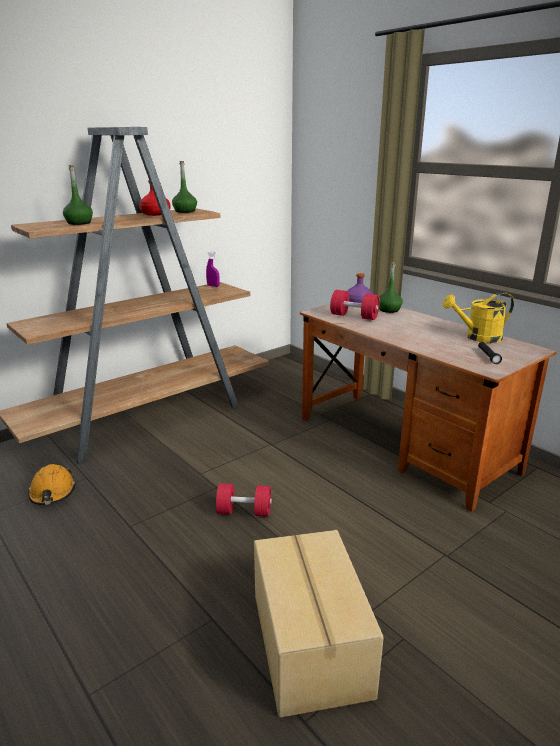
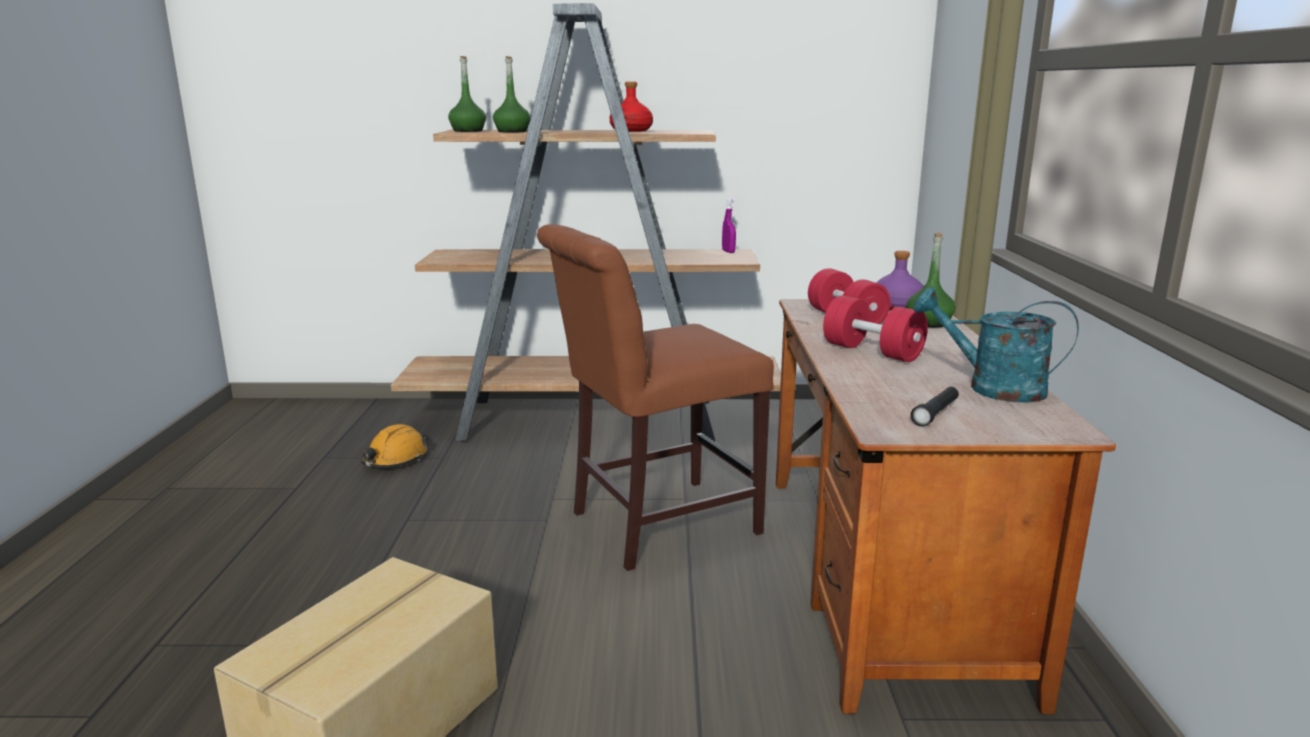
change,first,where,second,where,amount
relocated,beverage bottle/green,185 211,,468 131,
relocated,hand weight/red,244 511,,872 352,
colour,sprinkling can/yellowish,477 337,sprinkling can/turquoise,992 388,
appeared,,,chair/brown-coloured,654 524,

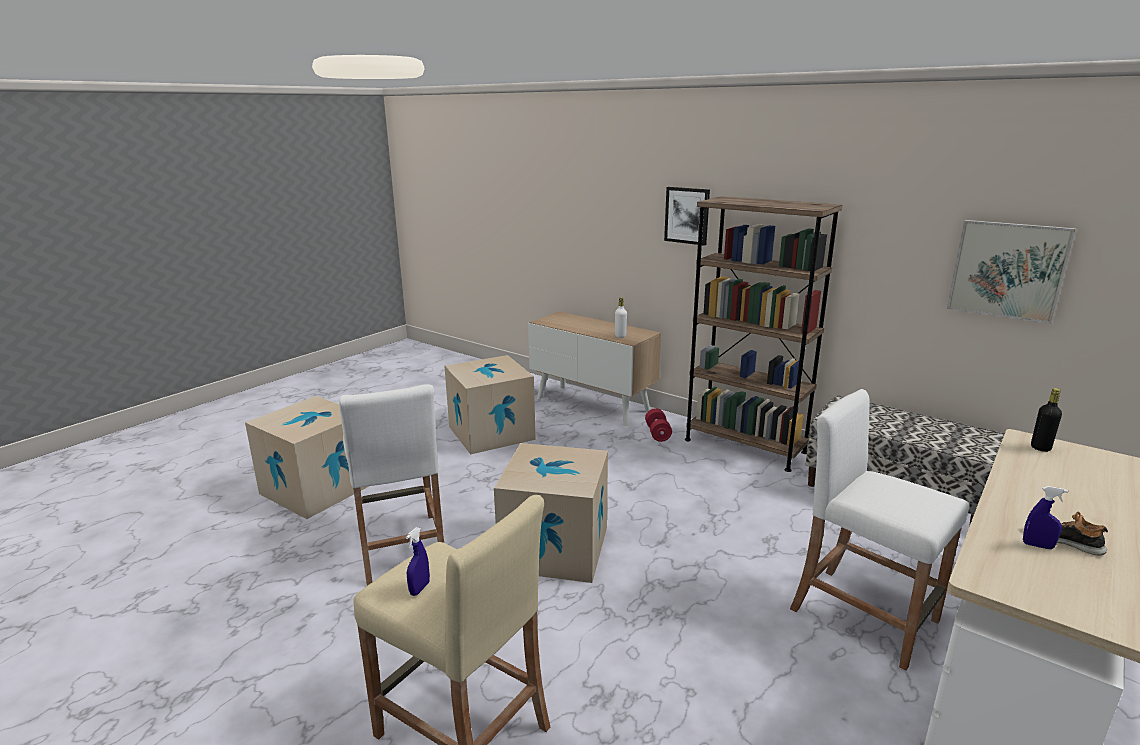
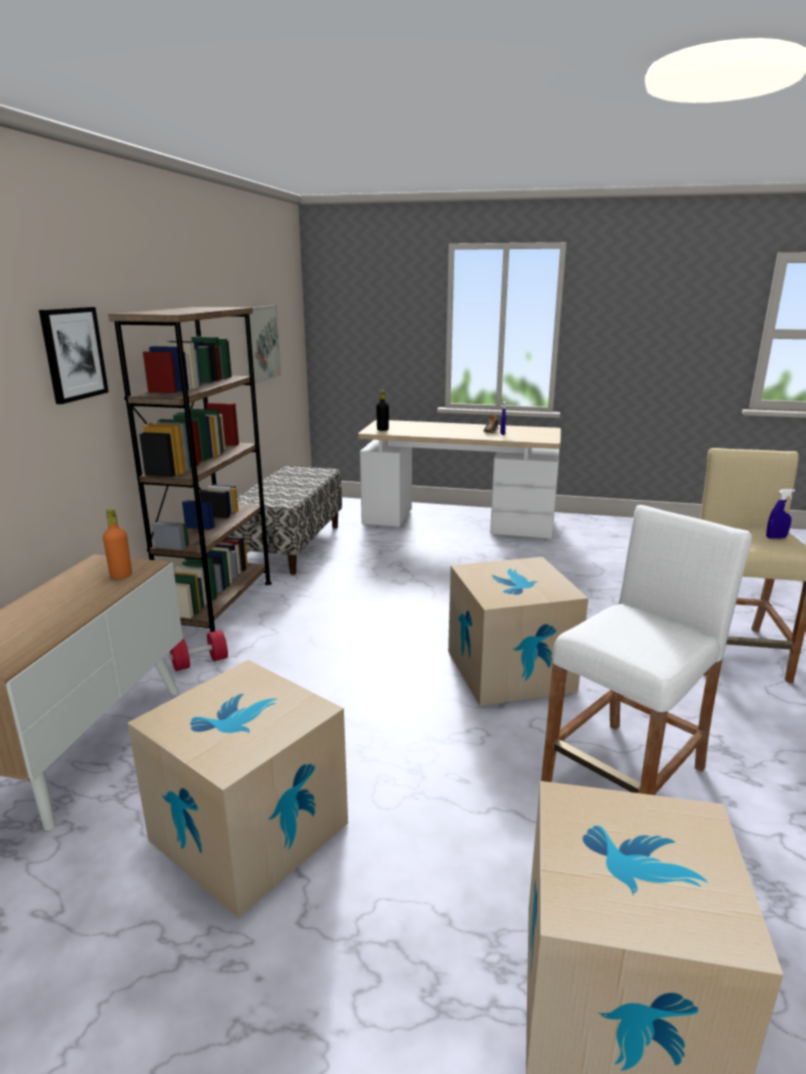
change,first,where,second,where,amount
colour,beverage bottle/white-coloured,620 336,beverage bottle/orange,121 575,
missing,stool seat/white-coloured,863 615,,,

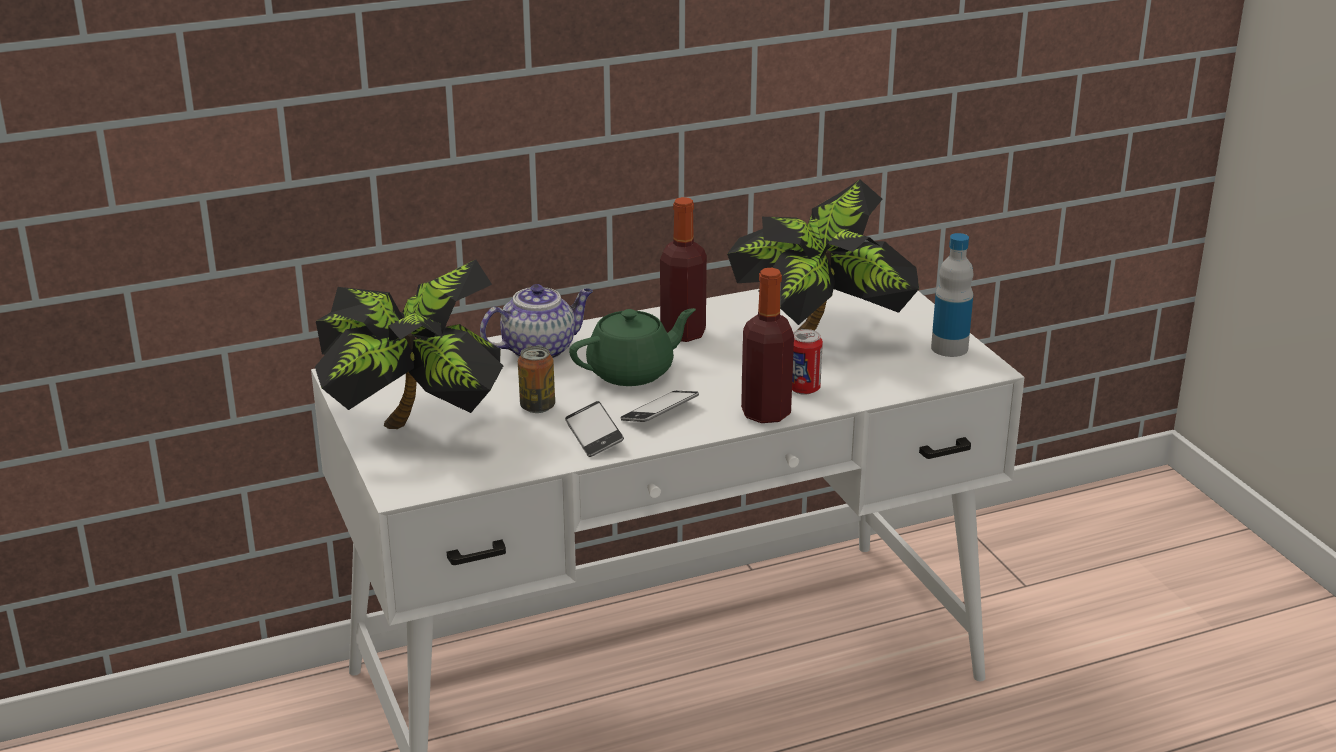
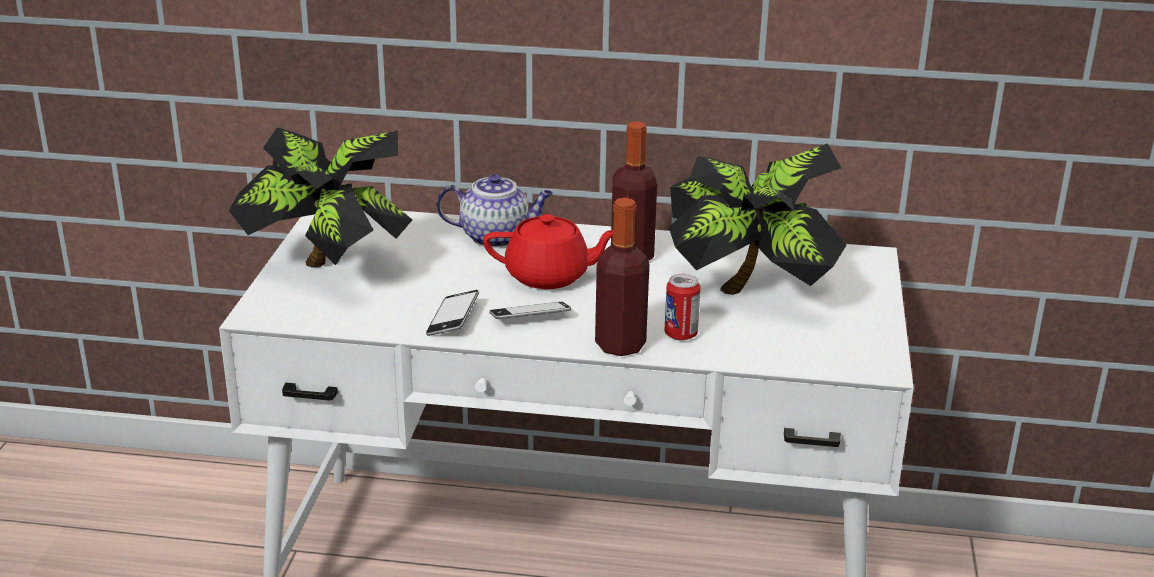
change,first,where,second,where,amount
missing,can,537 406,,,
colour,tea pot/green,632 372,tea pot/red,549 276,
missing,beverage bottle,949 348,,,

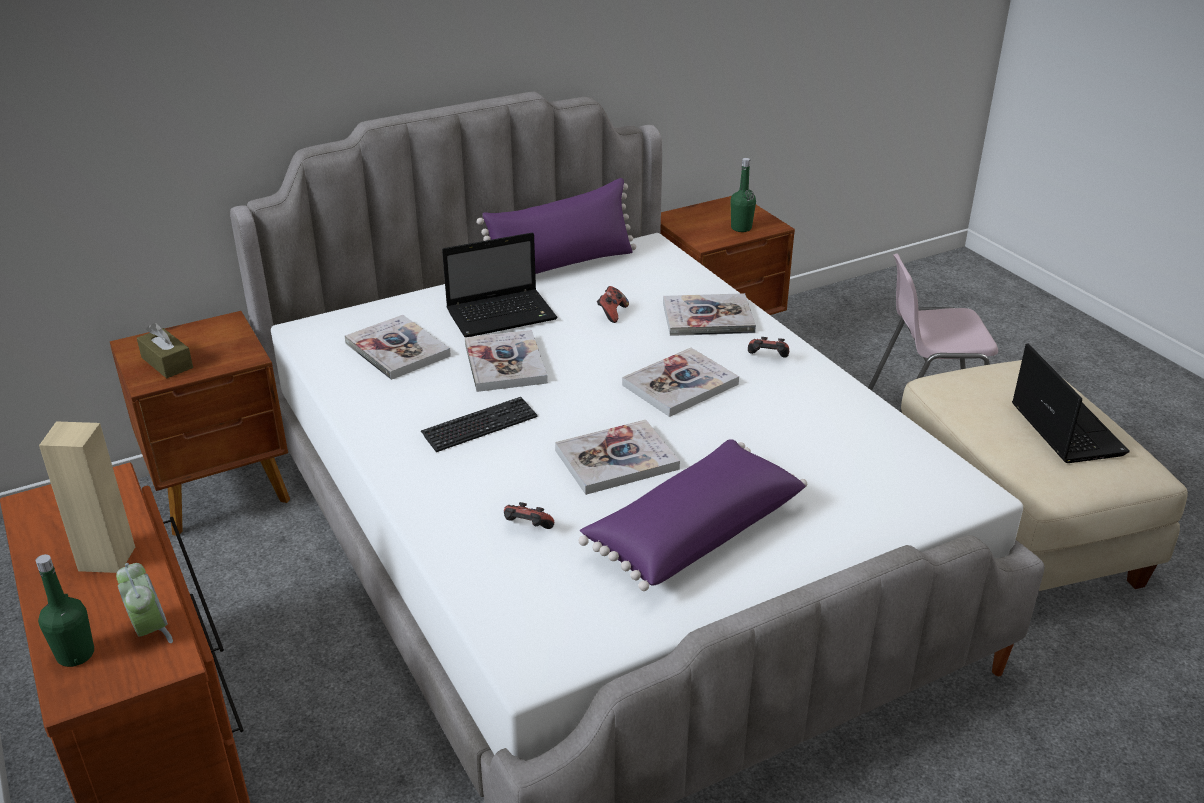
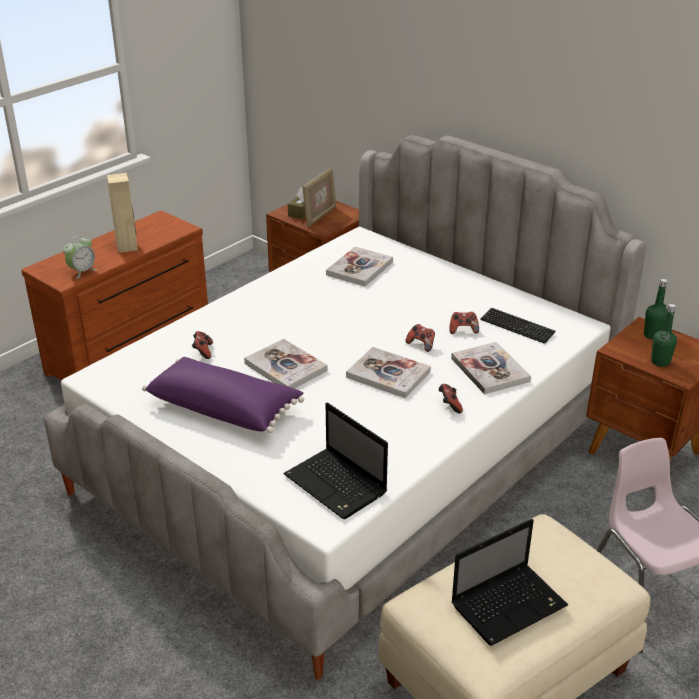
change,first,where,second,where,amount
relocated,beverage bottle/green,75 654,,652 335,
relocated,computer keyboard,480 426,,517 327,
relocated,laptop,503 315,,337 485,
missing,book,505 363,,,
missing,cushion/purplish,562 265,,,
appeared,,,photo frame,320 216,
appeared,,,gamepad,421 345,

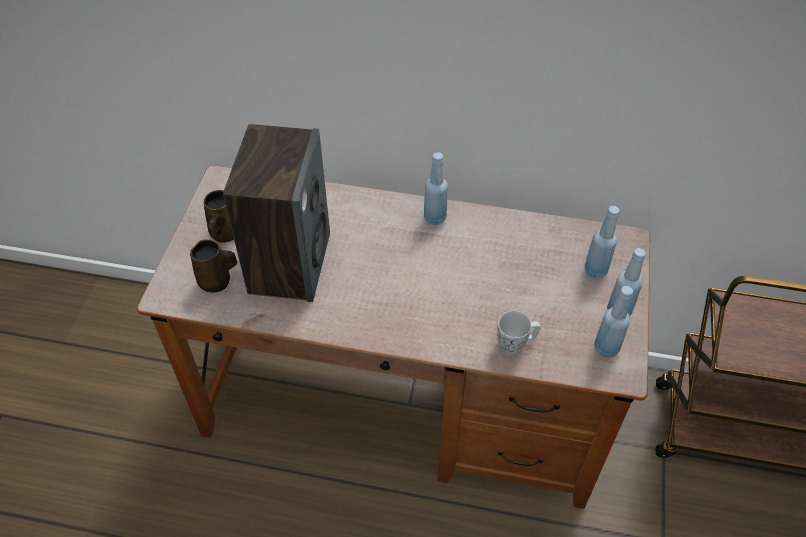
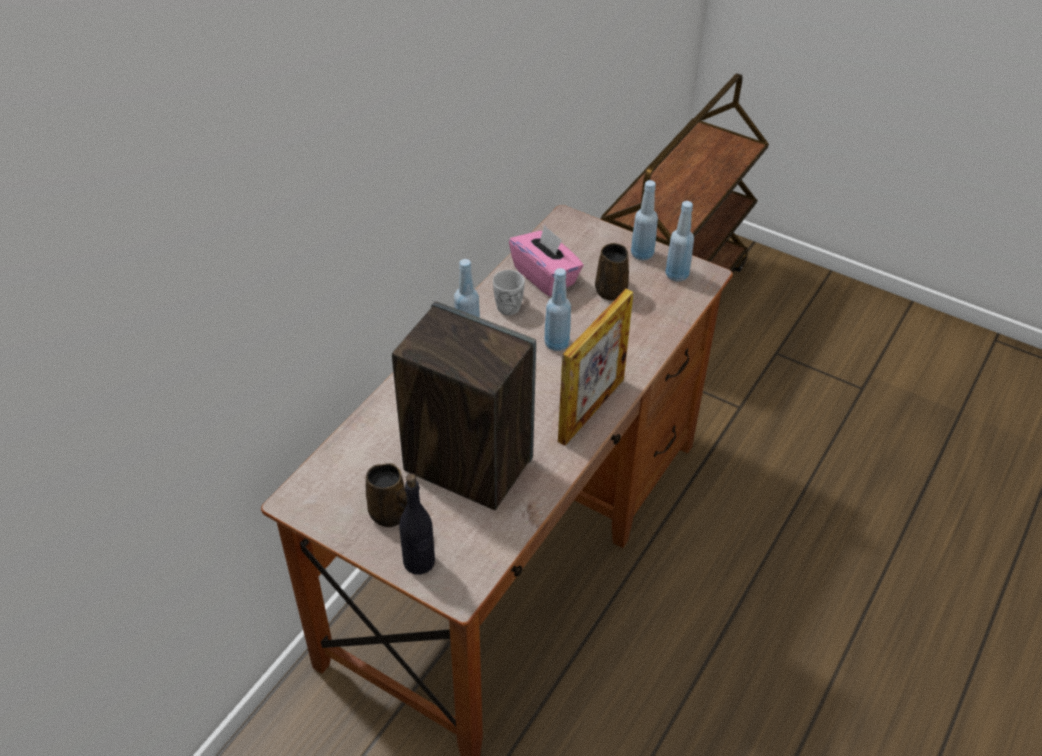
change,first,where,second,where,amount
relocated,coffee mug/brown-coloured,217 282,,611 289,
relocated,coffee mug/white-coloured,516 344,,509 304,
relocated,beverage bottle/bluish,595 270,,556 343,
appeared,,,beverage bottle/black-coloured,419 562,
appeared,,,tissue holder/pink,545 276,
appeared,,,photo frame,591 410,

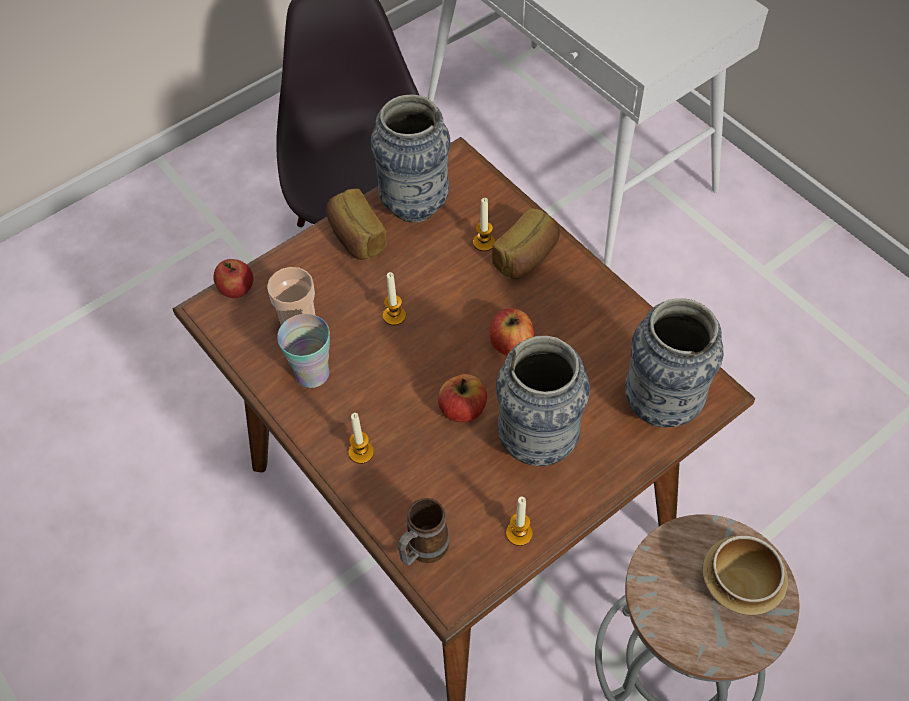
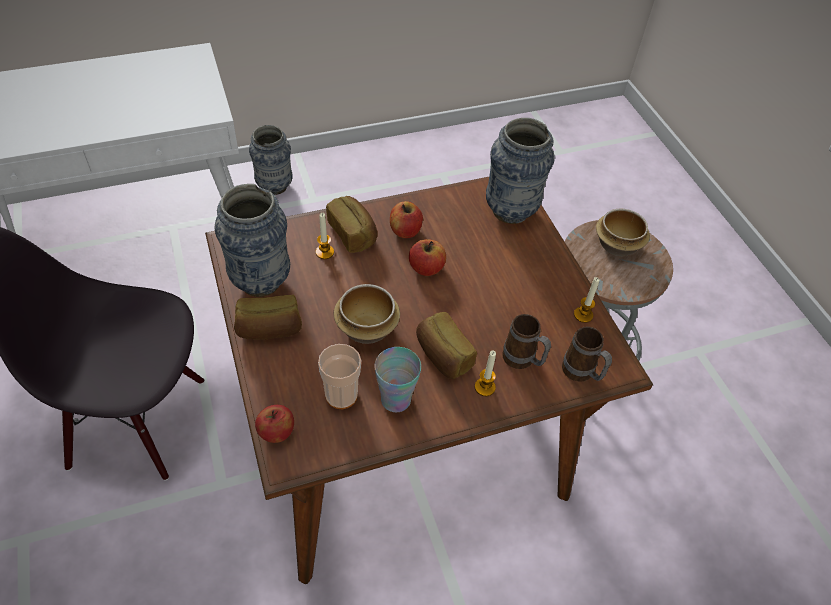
change,first,where,second,where,amount
exchanged,wax candle,394 316,bowl,365 328,
relocated,apple,463 409,,405 231,
relocated,flower vase,537 442,,274 187,
appeared,,,baked bread,442 356,
appeared,,,coffee mug,522 361,

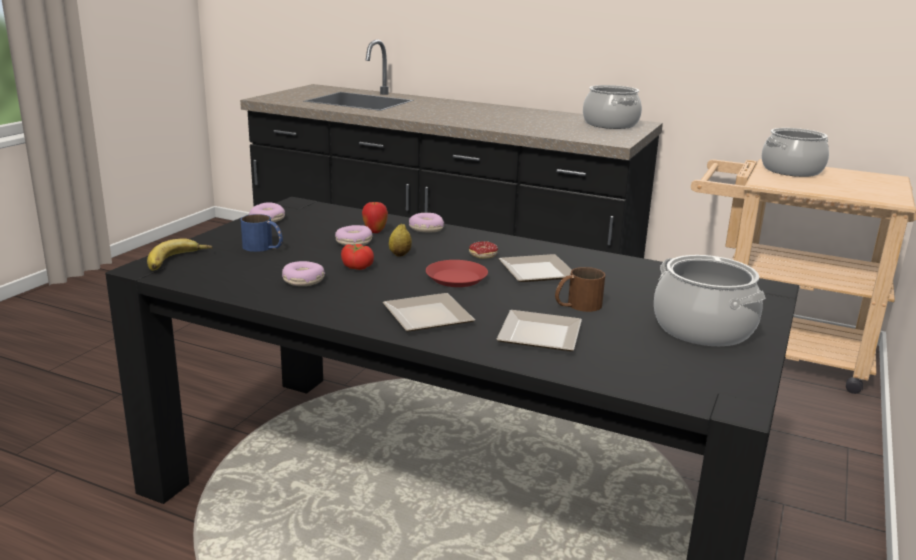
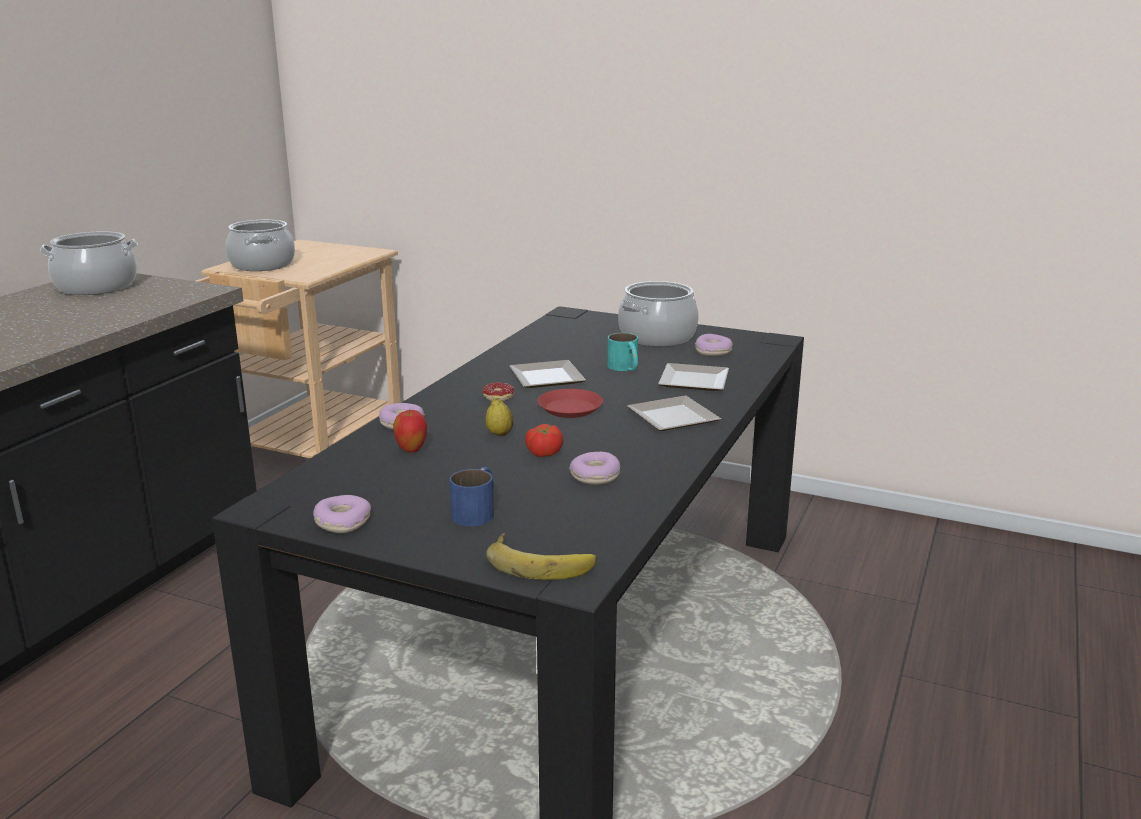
change,first,where,second,where,amount
relocated,doughnut,353 242,,713 352,
colour,coffee mug/brown-coloured,577 305,coffee mug/turquoise,625 368,

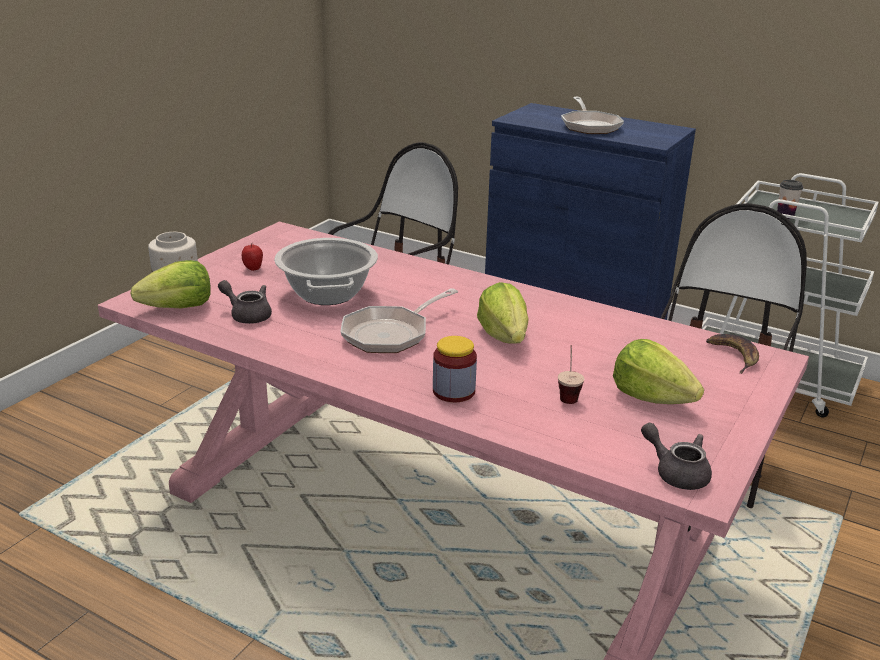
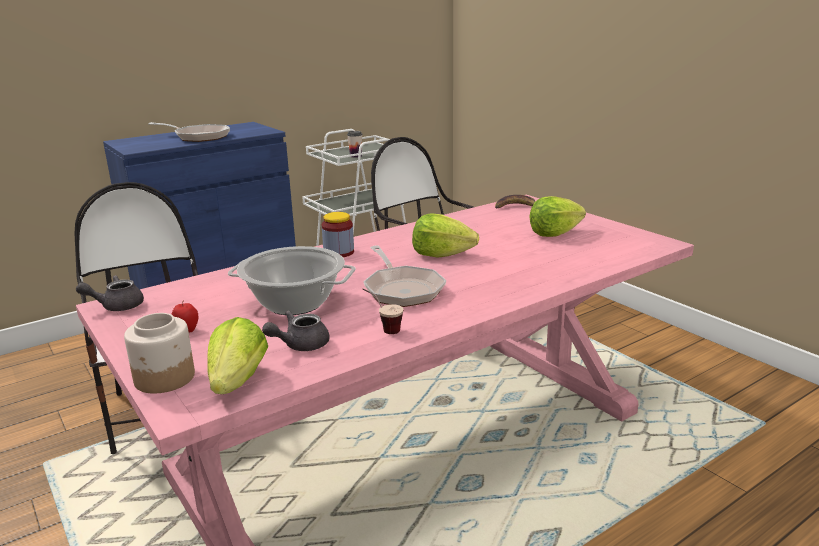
change,first,where,second,where,amount
relocated,jar,453 391,,339 252,
relocated,cup,568 394,,383 329,
relocated,tea pot/gray,676 472,,117 306,

